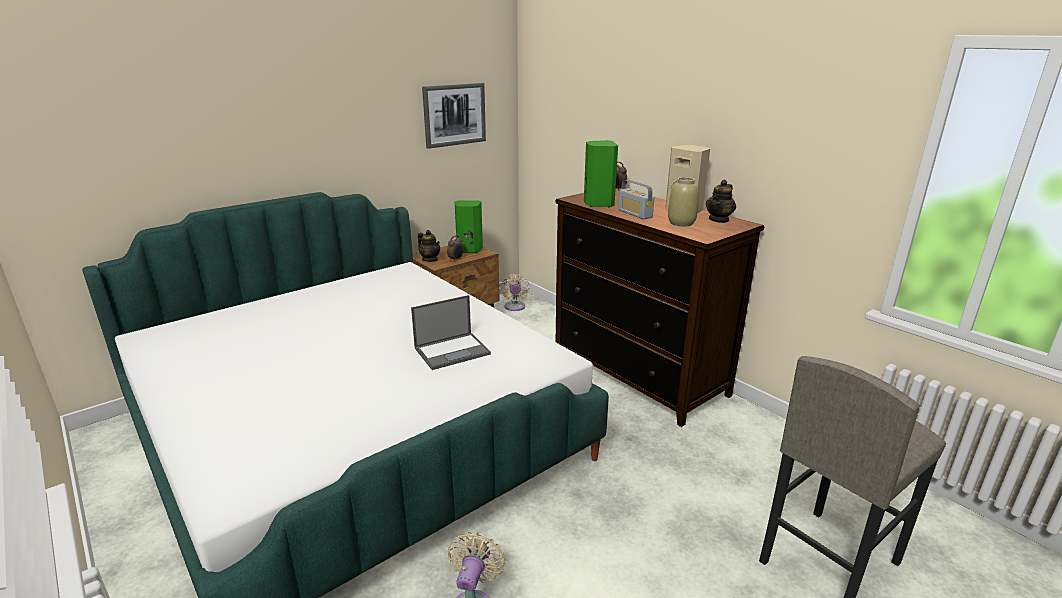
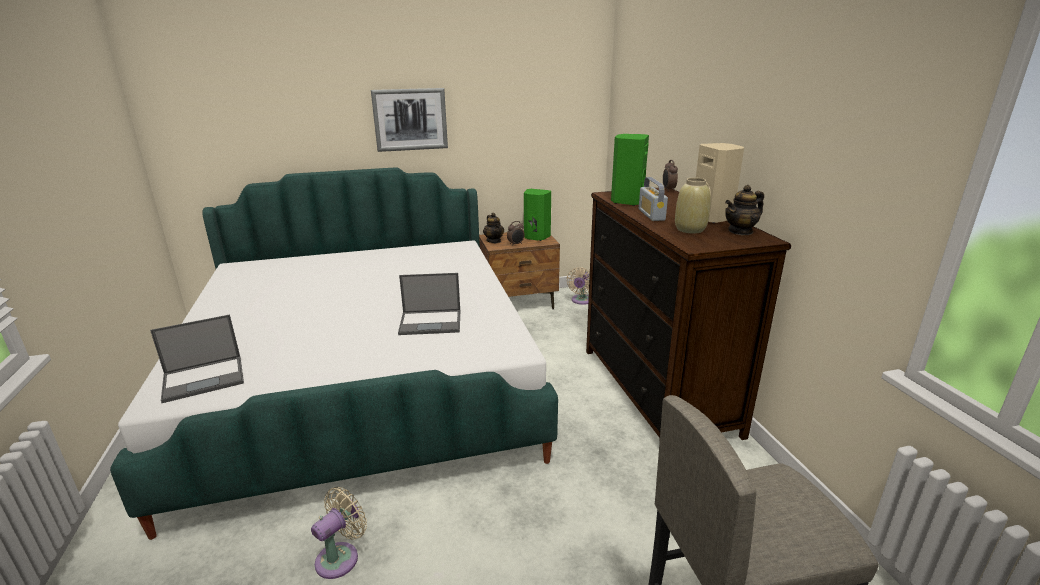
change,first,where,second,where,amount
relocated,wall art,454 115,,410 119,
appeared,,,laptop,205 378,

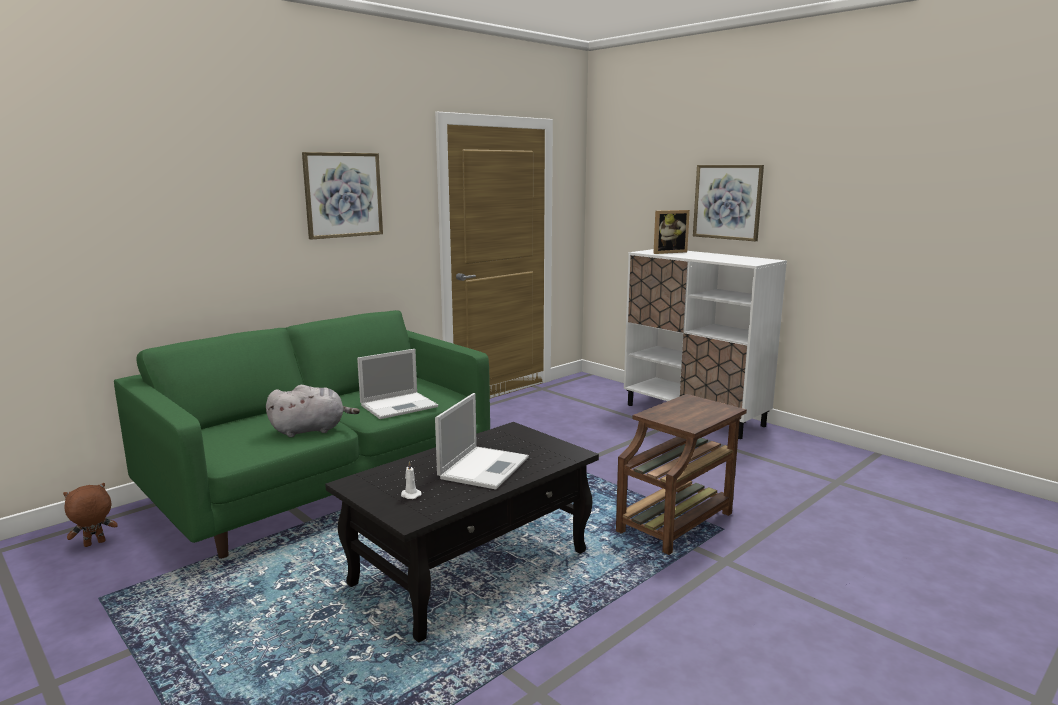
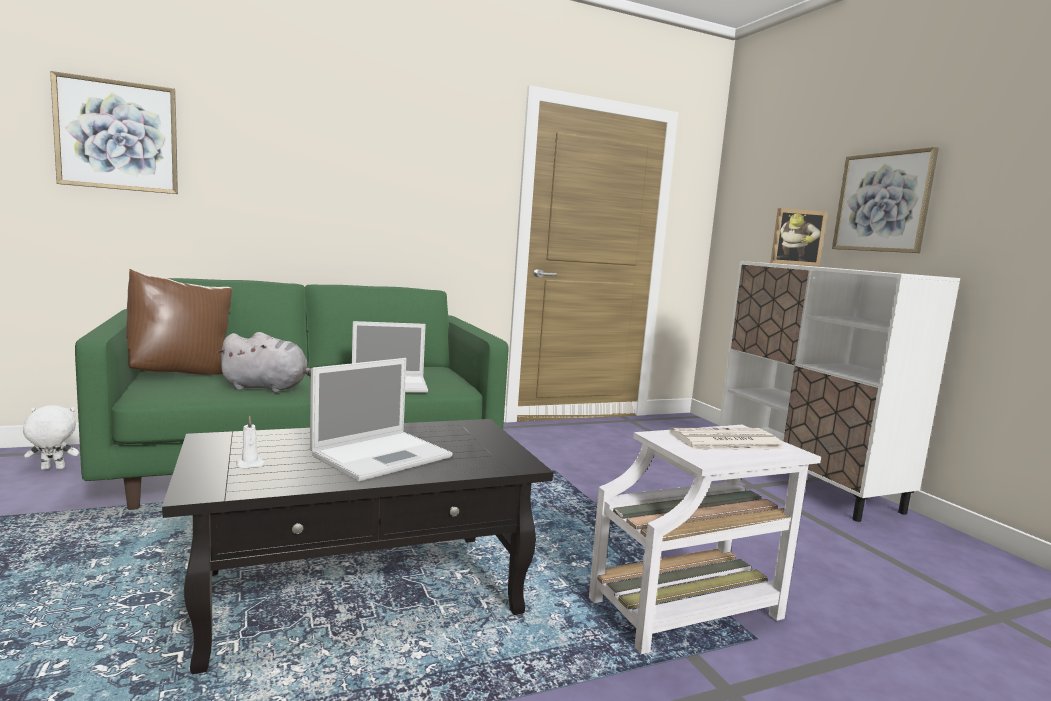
change,first,where,second,where,amount
colour,soft toy/brown-coloured,94 544,soft toy/white-coloured,52 469,
relocated,wall art,343 195,,117 136,
colour,accent table/brown-coloured,677 521,accent table/white-coloured,690 608,
appeared,,,cushion/brown-coloured,180 374,
appeared,,,newspaper,725 441,

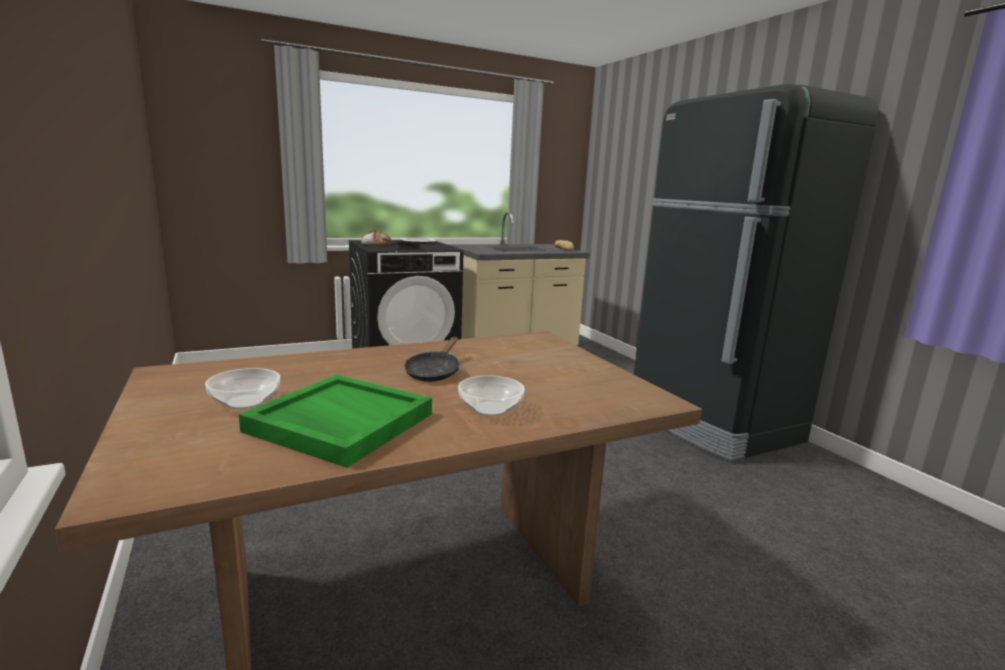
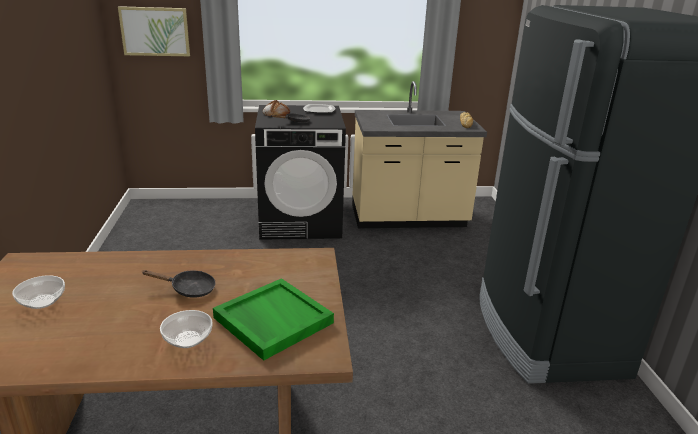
change,first,where,second,where,amount
relocated,tray/green,339 422,,272 320,
spun,frying pan/black-coloured,434 372,,189 289,120 degrees counterclockwise
appeared,,,wall art,155 31,

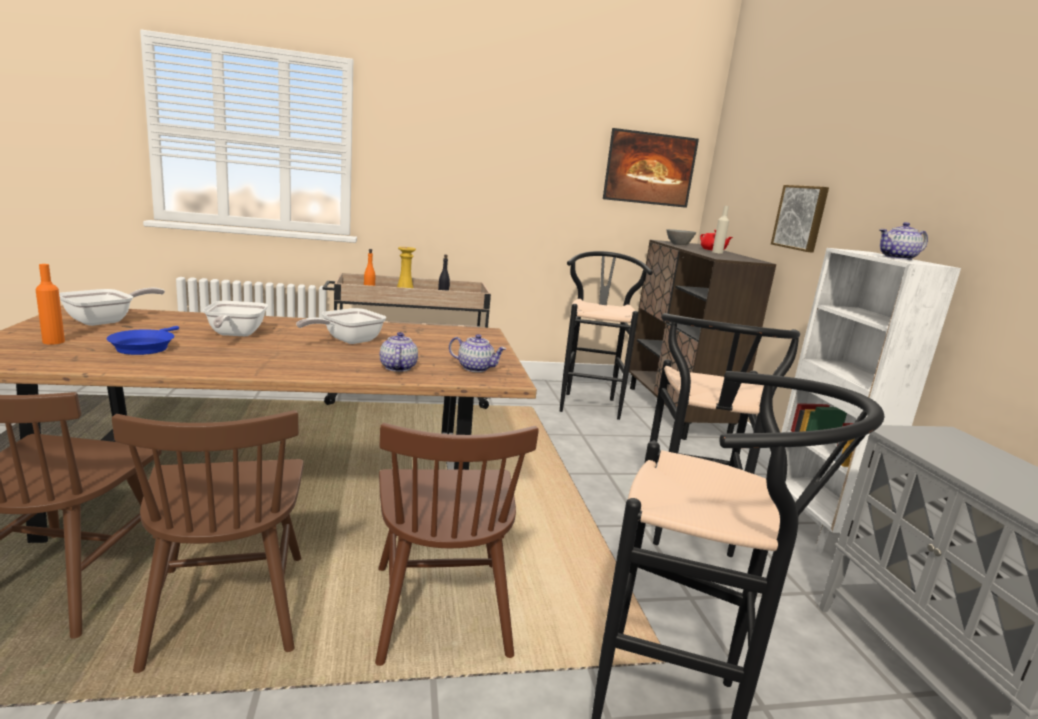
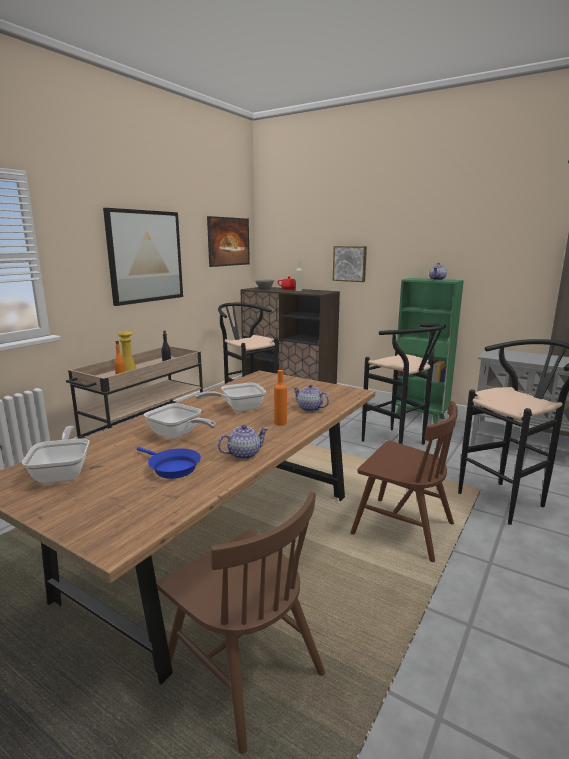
change,first,where,second,where,amount
relocated,beverage bottle/orange,53 342,,280 423,
missing,chair/brown-coloured,227 607,,,
spun,frying pan,347 341,,238 408,75 degrees clockwise
relocated,tea pot,476 368,,244 454,
colour,shelving unit/white-coloured,813 528,shelving unit/green,420 418,
appeared,,,wall art,145 256,

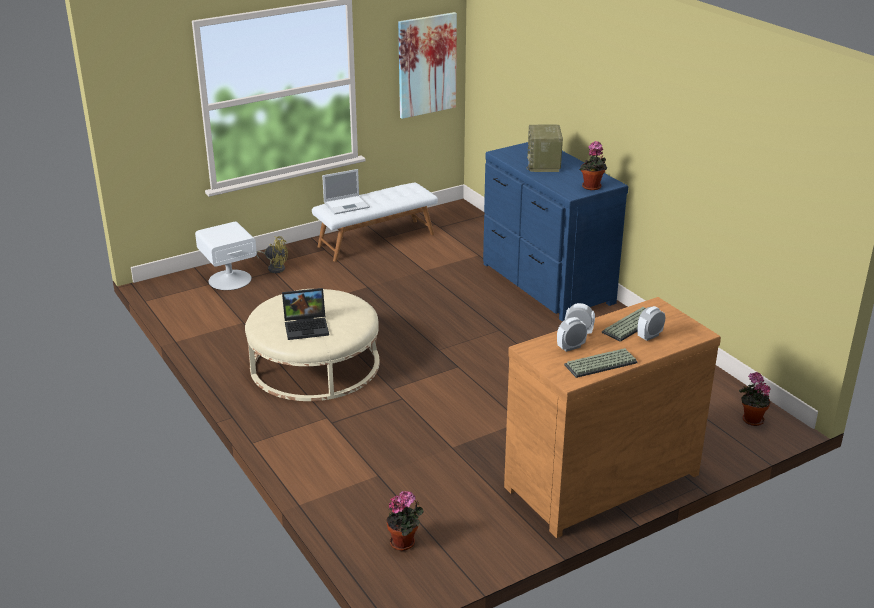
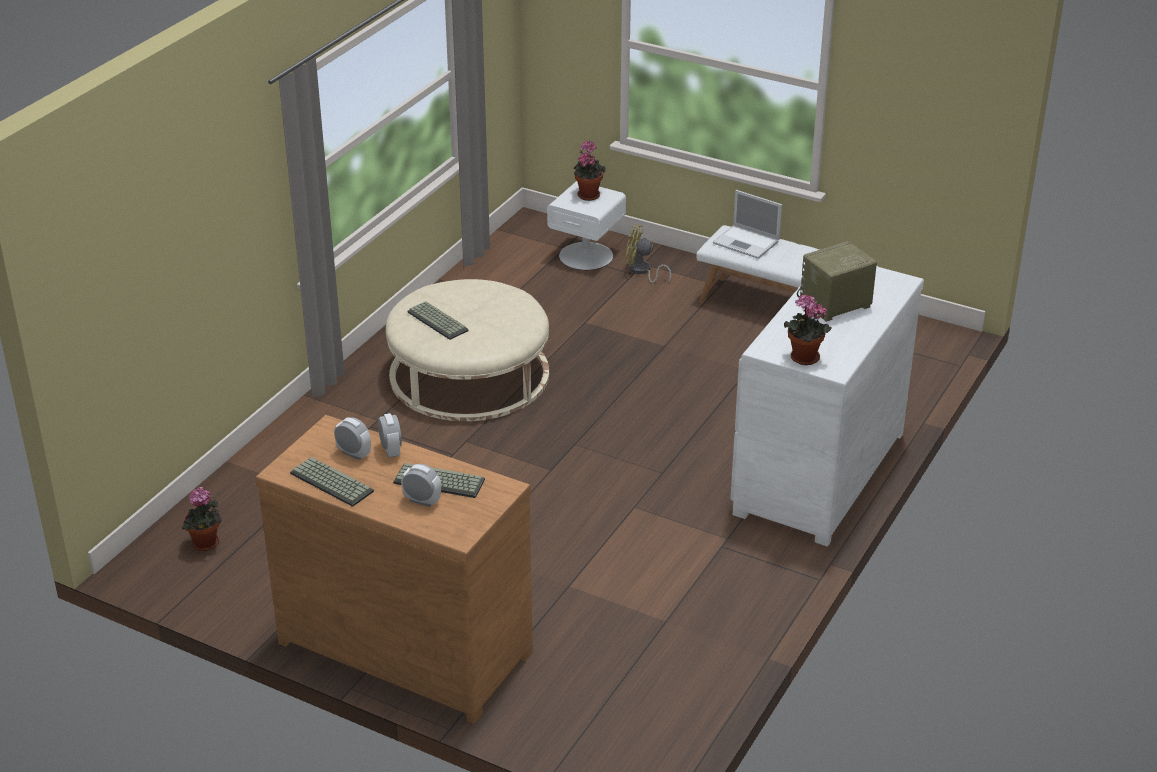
change,first,where,second,where,amount
spun,electric fan/yellowish,275 267,,642 271,120 degrees clockwise
exchanged,laptop,307 327,computer keyboard,439 321,
missing,wall art,427 65,,,
colour,chest of drawers/bluish,545 284,chest of drawers/white-coloured,815 472,
relocated,houseplant,750 420,,588 194,

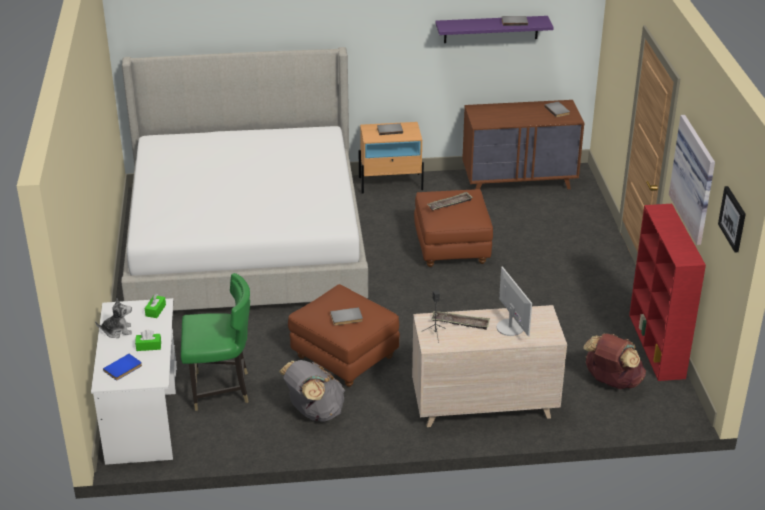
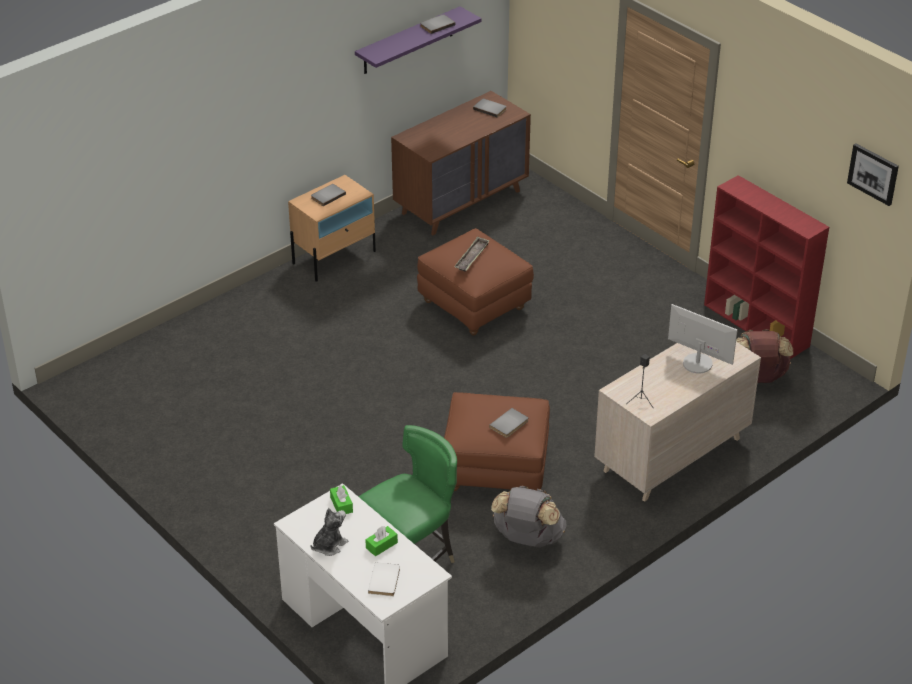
change,first,where,second,where,amount
colour,book/bluish,123 369,book/white-coloured,385 581,
missing,bed,246 243,,,
missing,tray,460 323,,,
missing,wall art,696 178,,,

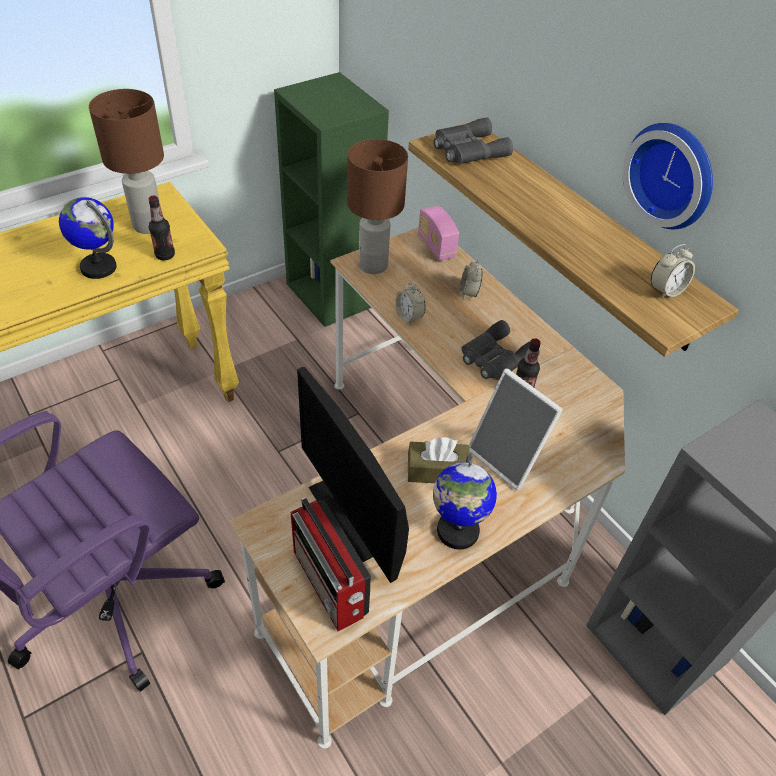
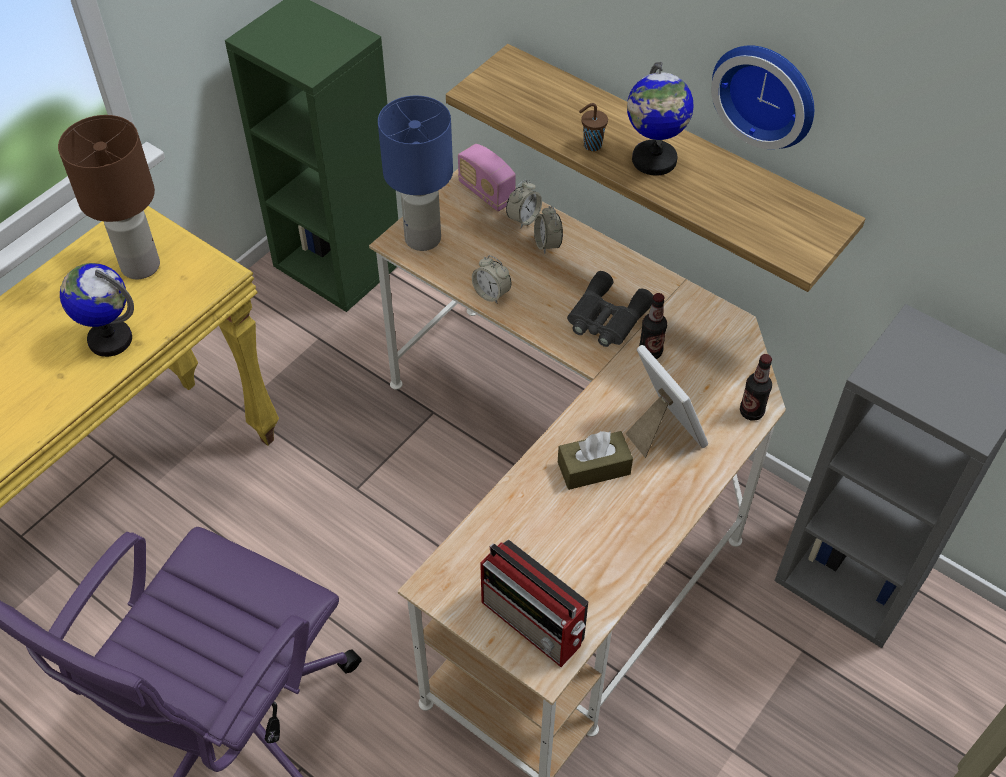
change,first,where,second,where,amount
relocated,beverage bottle,165 255,,751 412,
missing,computer screen,352 515,,,
colour,lamp for a table/brown-coloured,372 266,lamp for a table/bluish,422 239,
missing,field glasses/gray,467 150,,,
relocated,desk globe,457 531,,653 160,
spun,photo frame,508 457,,662 431,150 degrees counterclockwise
relocated,table clock,665 290,,523 218,
appeared,,,cup/brown-coloured,591 145,

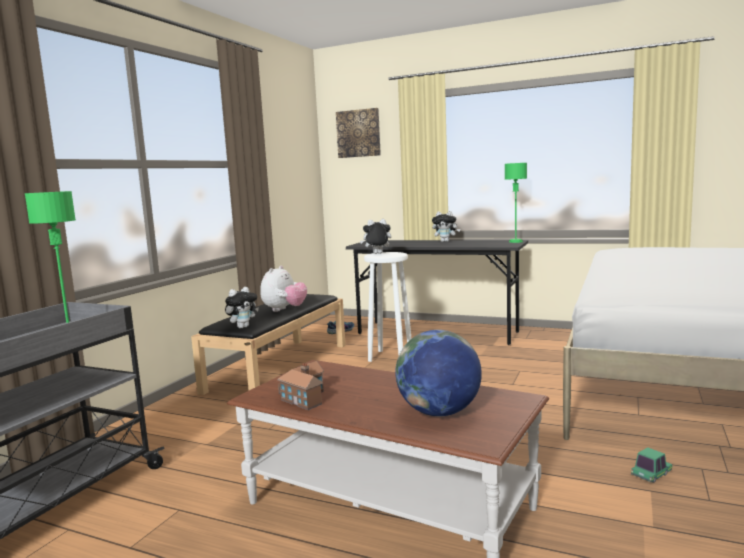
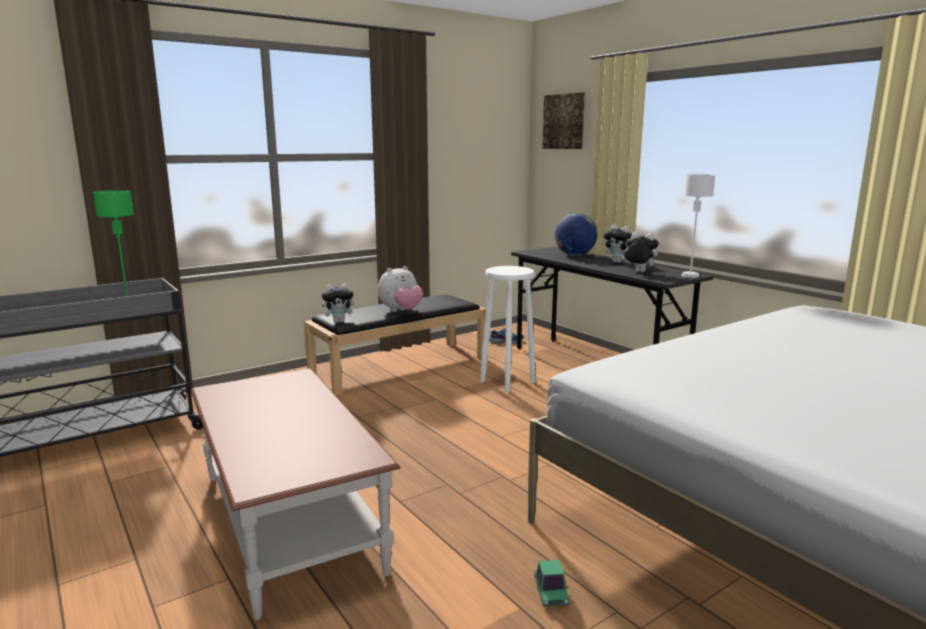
change,first,where,second,where,amount
missing,model house,304 397,,,
relocated,soft toy,377 254,,638 272,
relocated,desk globe,439 412,,574 255,
colour,lamp for a table/green,515 241,lamp for a table/white-coloured,690 275,
spun,toy car,651 474,,550 592,90 degrees clockwise

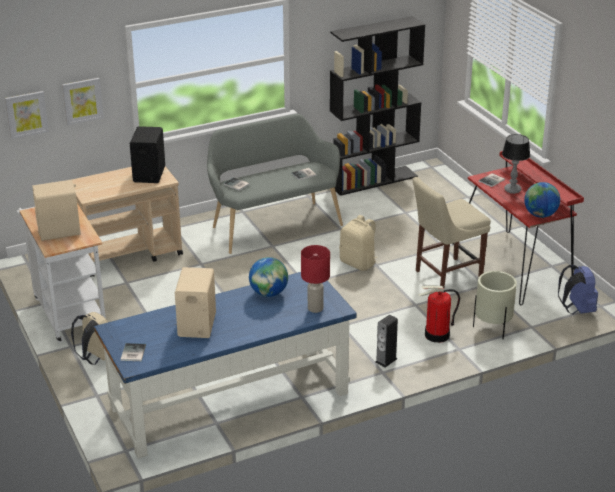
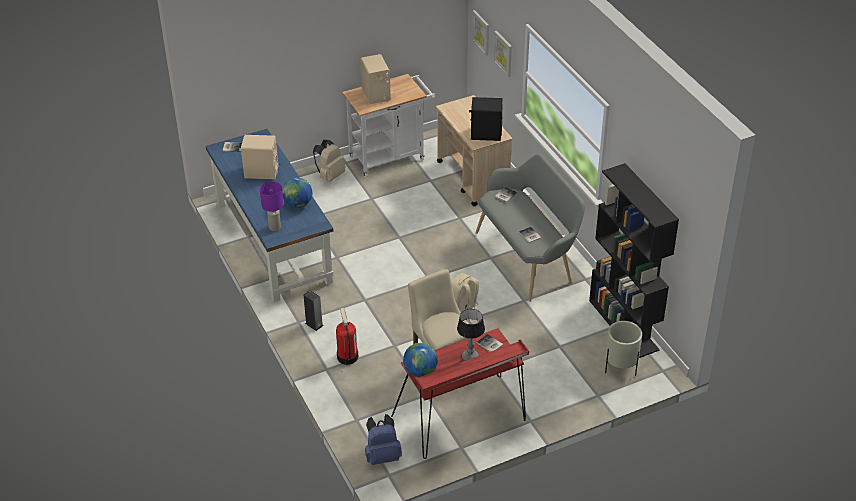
change,first,where,second,where,amount
colour,lamp for a table/red,315 309,lamp for a table/purplish,274 227,
relocated,plant pot/sand-coloured,493 328,,620 368,

